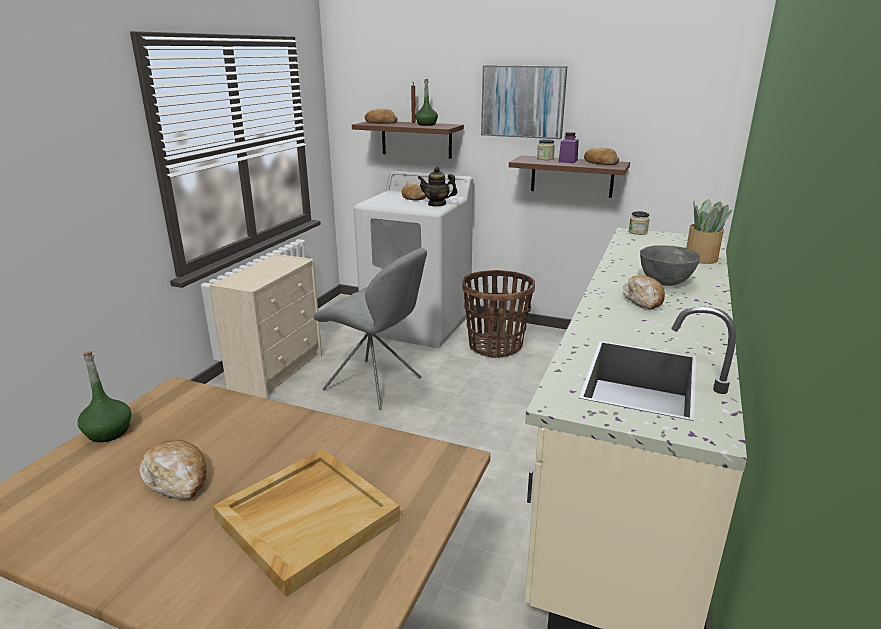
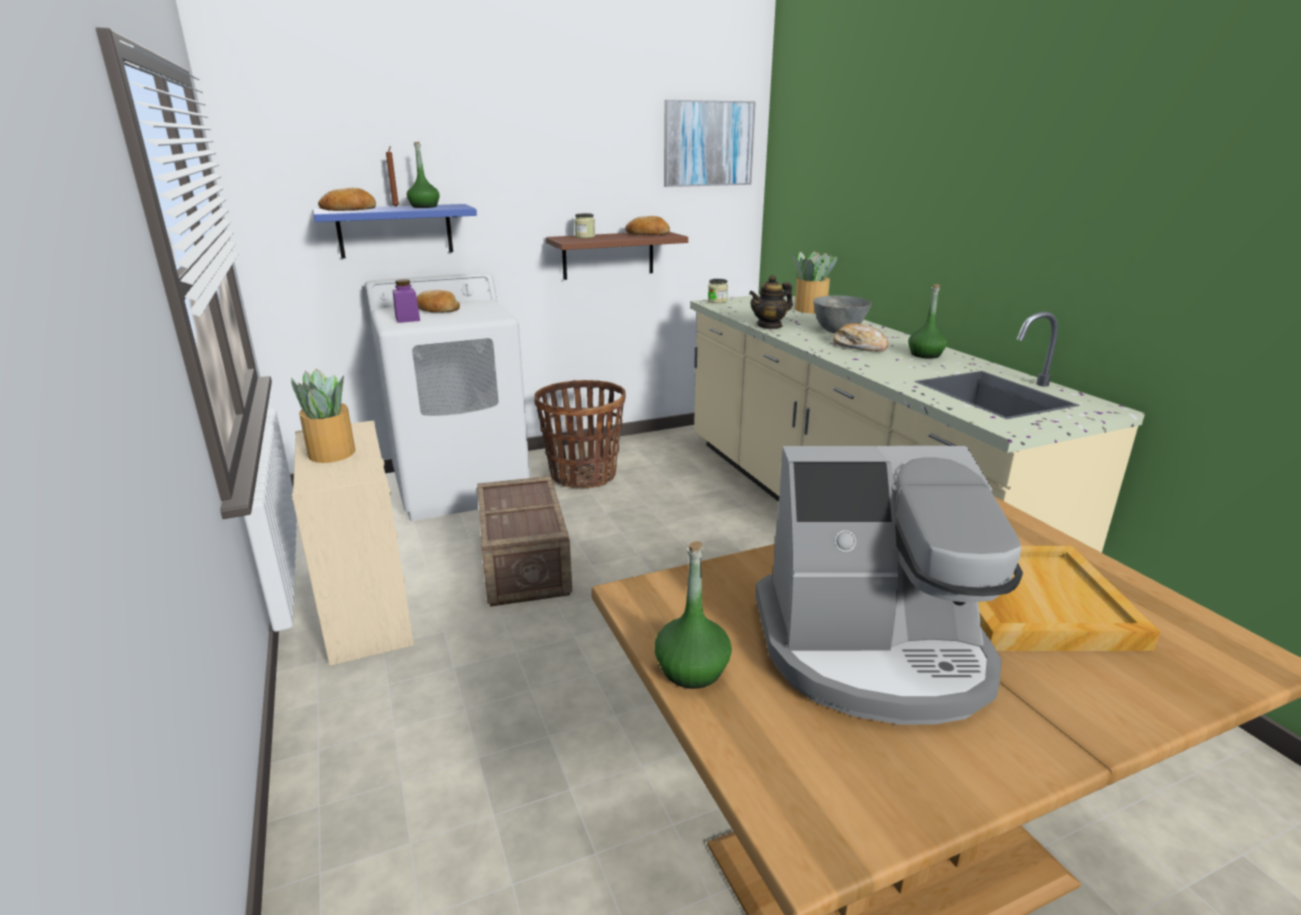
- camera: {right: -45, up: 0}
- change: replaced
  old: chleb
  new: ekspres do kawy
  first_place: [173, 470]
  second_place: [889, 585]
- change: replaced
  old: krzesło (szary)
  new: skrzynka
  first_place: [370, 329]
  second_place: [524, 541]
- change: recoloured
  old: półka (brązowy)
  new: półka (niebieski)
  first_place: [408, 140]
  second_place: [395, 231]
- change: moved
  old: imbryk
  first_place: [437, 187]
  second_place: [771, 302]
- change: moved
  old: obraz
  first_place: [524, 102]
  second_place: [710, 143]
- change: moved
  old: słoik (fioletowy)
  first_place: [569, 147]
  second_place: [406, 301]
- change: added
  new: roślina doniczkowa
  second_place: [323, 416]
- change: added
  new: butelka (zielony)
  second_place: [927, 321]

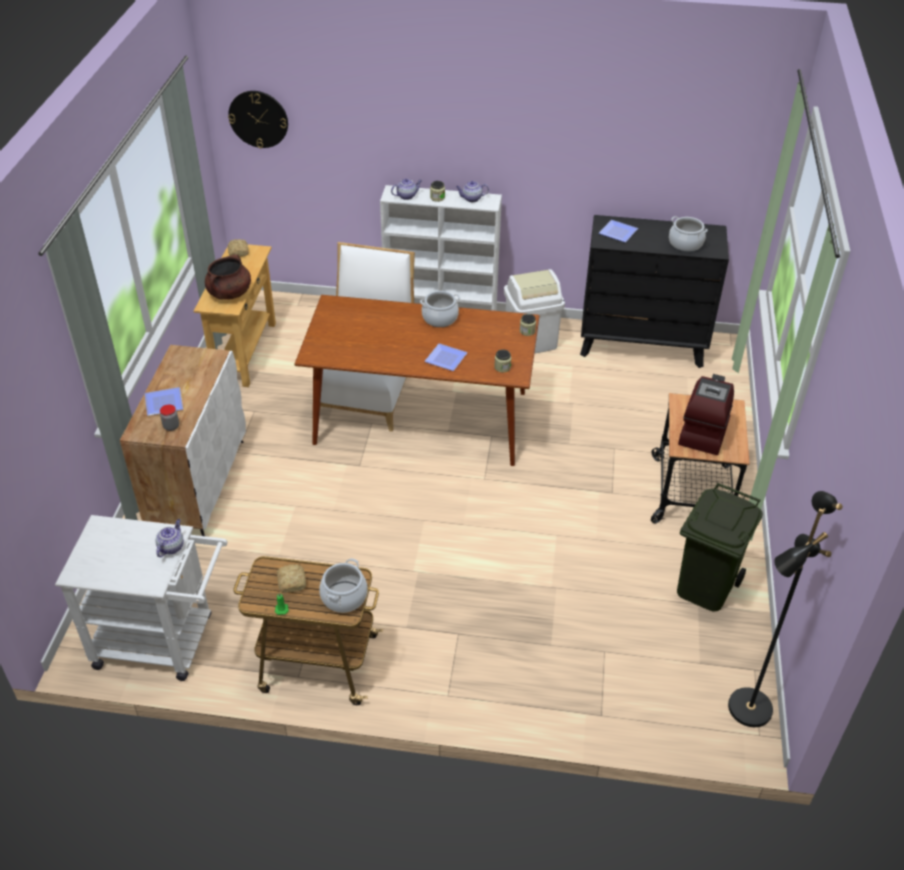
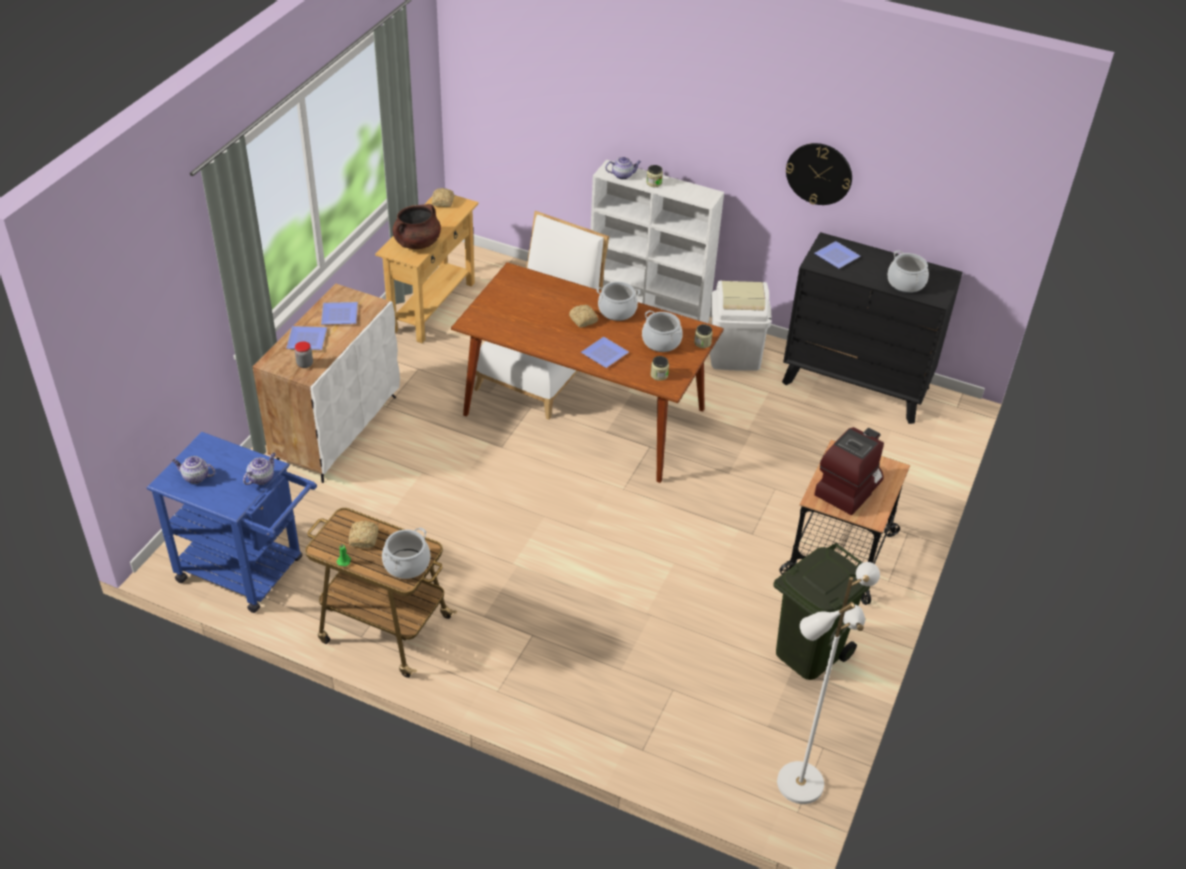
- camera: {right: 15, up: 0}
- change: recoloured
  old: wózek (biały)
  new: wózek (niebieski)
  first_place: [141, 598]
  second_place: [232, 522]
- change: moved
  old: zegar ścienny
  first_place: [258, 119]
  second_place: [819, 174]
- change: moved
  old: imbryk
  first_place: [472, 191]
  second_place: [193, 470]
- change: recoloured
  old: lampa stojąca (czarny)
  new: lampa stojąca (biały)
  first_place: [785, 609]
  second_place: [828, 683]
- change: added
  new: talerz
  second_place: [339, 313]
- change: added
  new: chleb
  second_place: [584, 316]
- change: added
  new: garnek
  second_place: [662, 331]

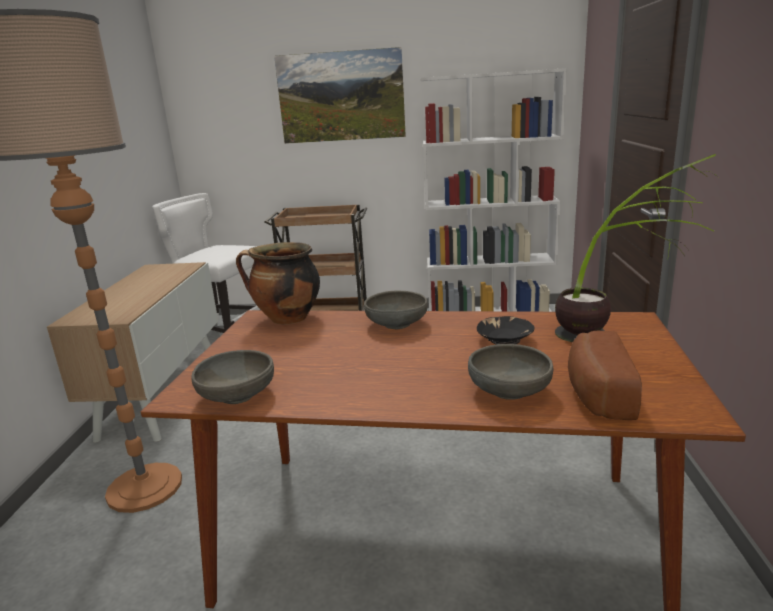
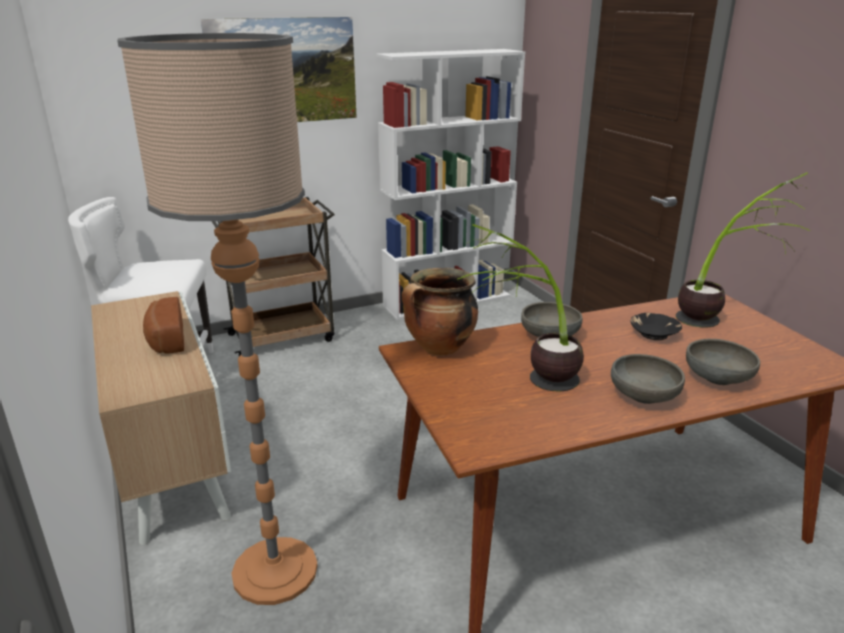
- camera: {right: -30, up: 5}
- change: moved
  old: miska (szary)
  first_place: [232, 377]
  second_place: [648, 379]
- change: moved
  old: chleb
  first_place: [605, 375]
  second_place: [163, 325]
- change: added
  new: roślina doniczkowa
  second_place: [520, 308]

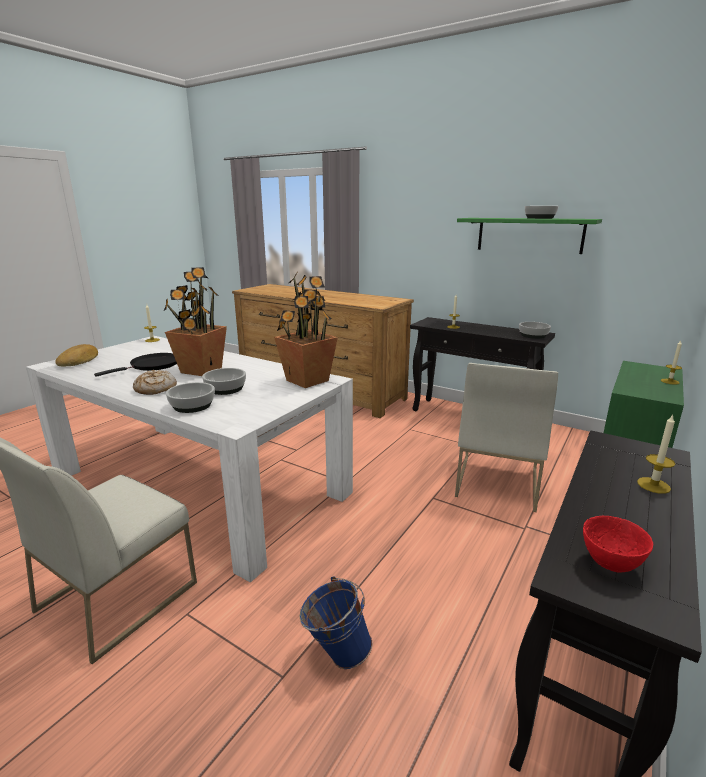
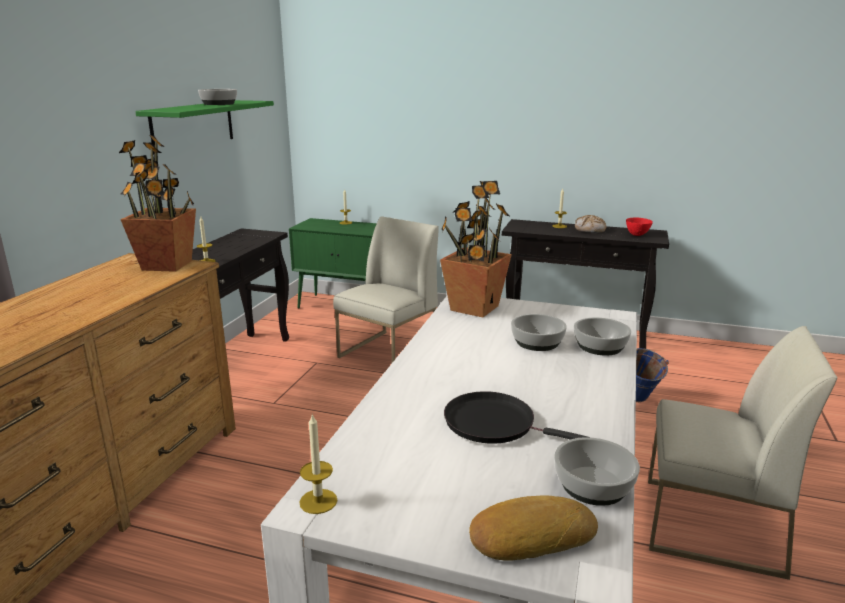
- camera: {right: -105, up: 0}
- change: moved
  old: chleb
  first_place: [155, 382]
  second_place: [590, 224]
- change: moved
  old: roślina doniczkowa
  first_place: [195, 321]
  second_place: [157, 203]
- change: turned
  old: krzesło (biały)
  first_place: [506, 437]
  second_place: [386, 289]
  degrees: -60
- change: moved
  old: miska
  first_place: [535, 330]
  second_place: [597, 471]

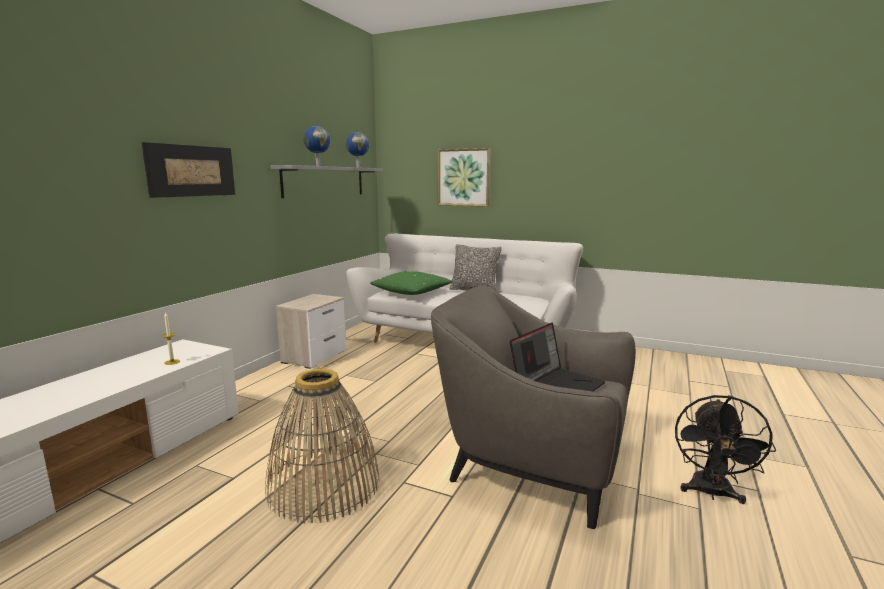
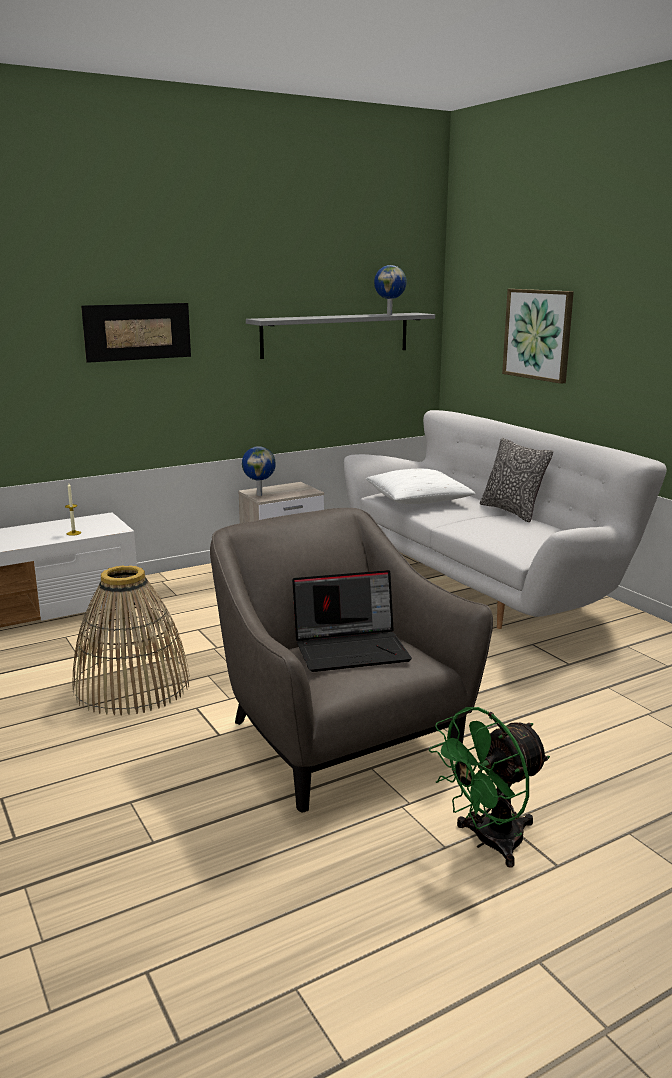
- camera: {right: 35, up: 5}
- change: moved
  old: globus
  first_place: [316, 146]
  second_place: [259, 471]
- change: recoloured
  old: poduszka (zielony)
  new: poduszka (biały)
  first_place: [411, 283]
  second_place: [421, 486]
- change: recoloured
  old: wentylator (czarny)
  new: wentylator (zielony)
  first_place: [726, 449]
  second_place: [489, 787]

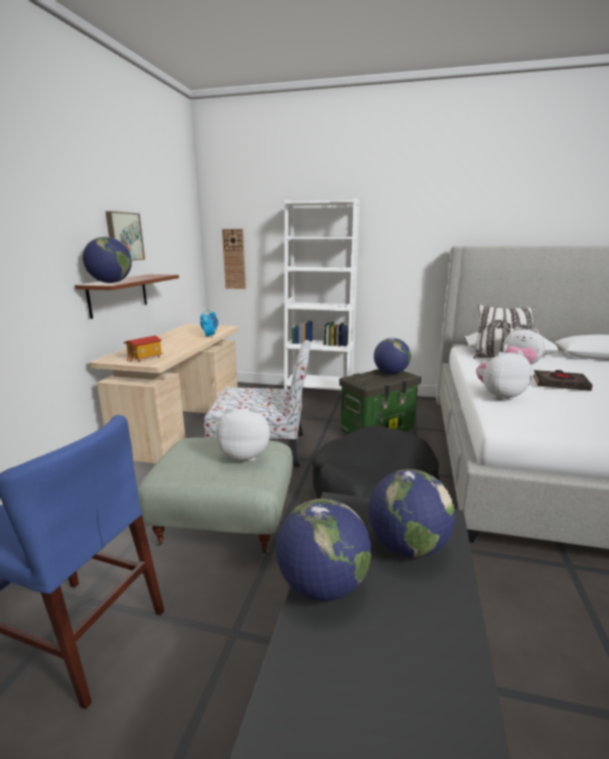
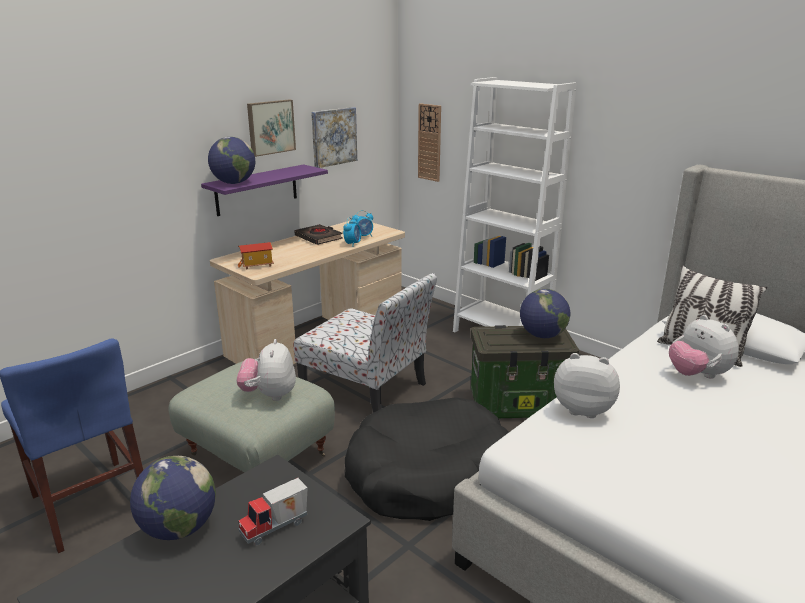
- camera: {right: 30, up: 5}
- change: recoloured
  old: półka (brązowy)
  new: półka (fioletowy)
  first_place: [127, 296]
  second_place: [264, 190]
- change: turned
  old: pluszak
  first_place: [243, 434]
  second_place: [266, 370]
  degrees: -120
- change: replaced
  old: globus
  new: ciężarówka zabawkowa
  first_place: [412, 513]
  second_place: [273, 511]
- change: moved
  old: książka (czarny)
  first_place: [563, 380]
  second_place: [319, 234]
- change: added
  new: obraz
  second_place: [334, 137]

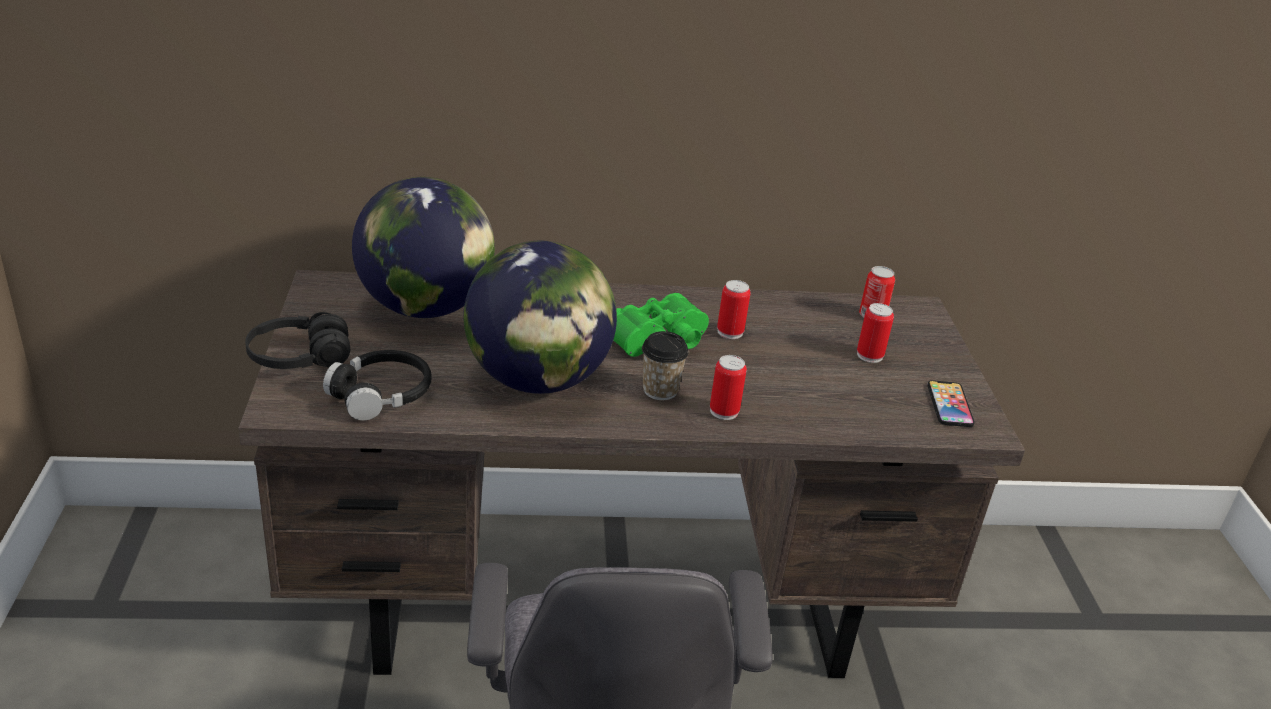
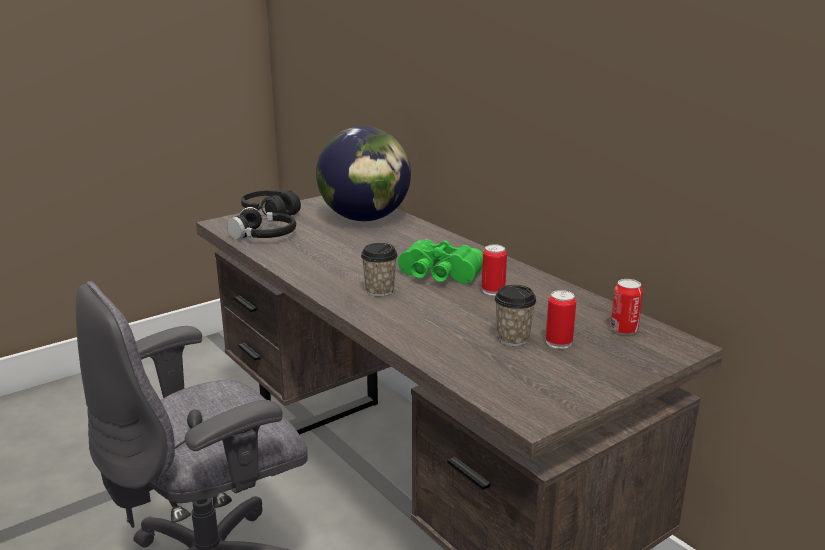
- camera: {right: 60, up: -10}
- change: removed
  old: globus
  first_place: [540, 317]
- change: removed
  old: puszka
  first_place: [728, 387]
- change: removed
  old: telefon
  first_place: [951, 403]
- change: added
  new: filiżanka
  second_place: [515, 315]

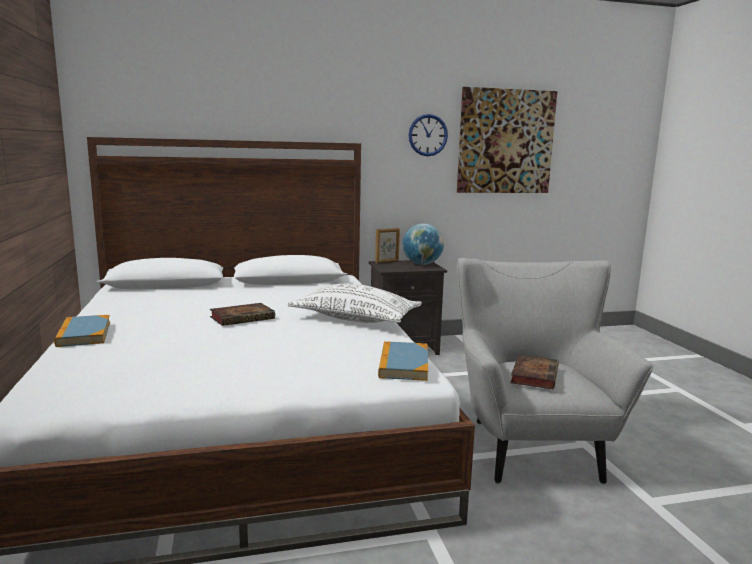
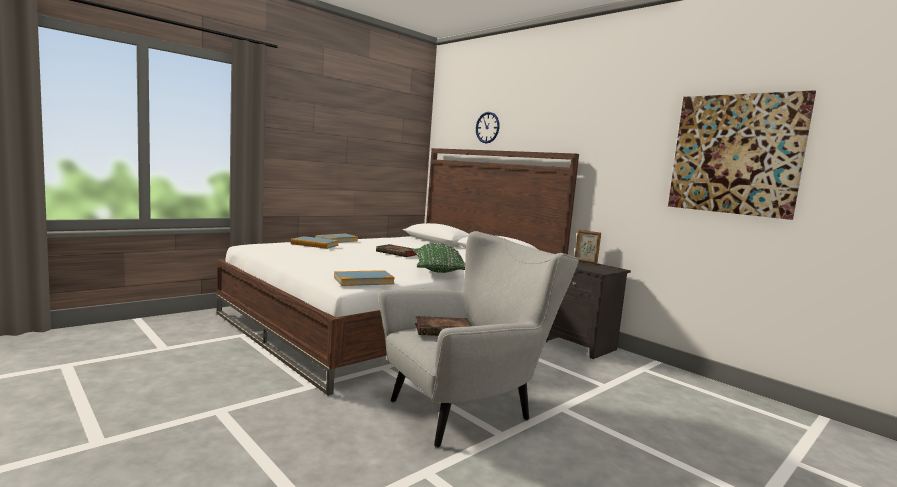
- camera: {right: 60, up: -5}
- change: recoloured
  old: poduszka (biały)
  new: poduszka (zielony)
  first_place: [354, 303]
  second_place: [439, 258]
- change: removed
  old: globus
  first_place: [423, 244]
- change: moved
  old: zegar ścienny
  first_place: [428, 135]
  second_place: [488, 127]
- change: added
  new: książka
  second_place: [315, 242]

